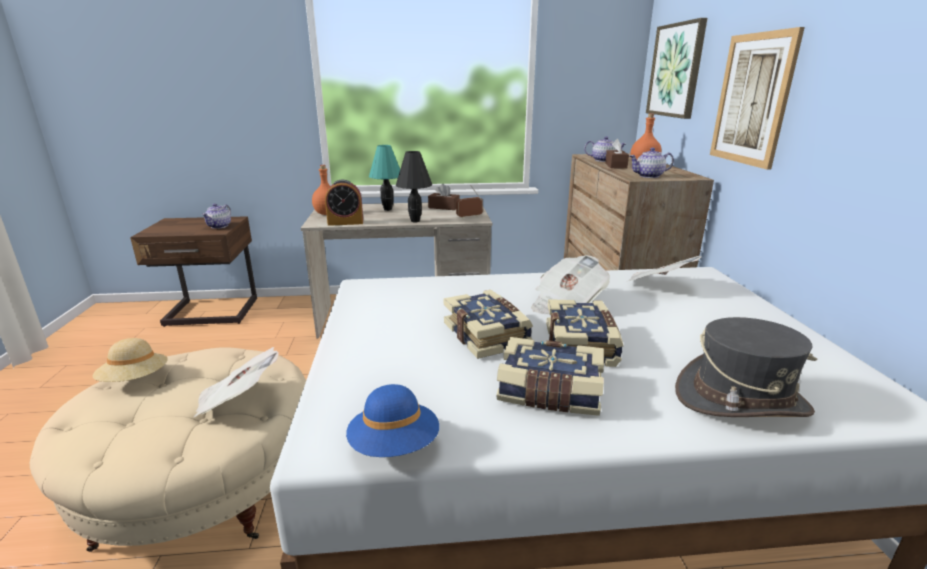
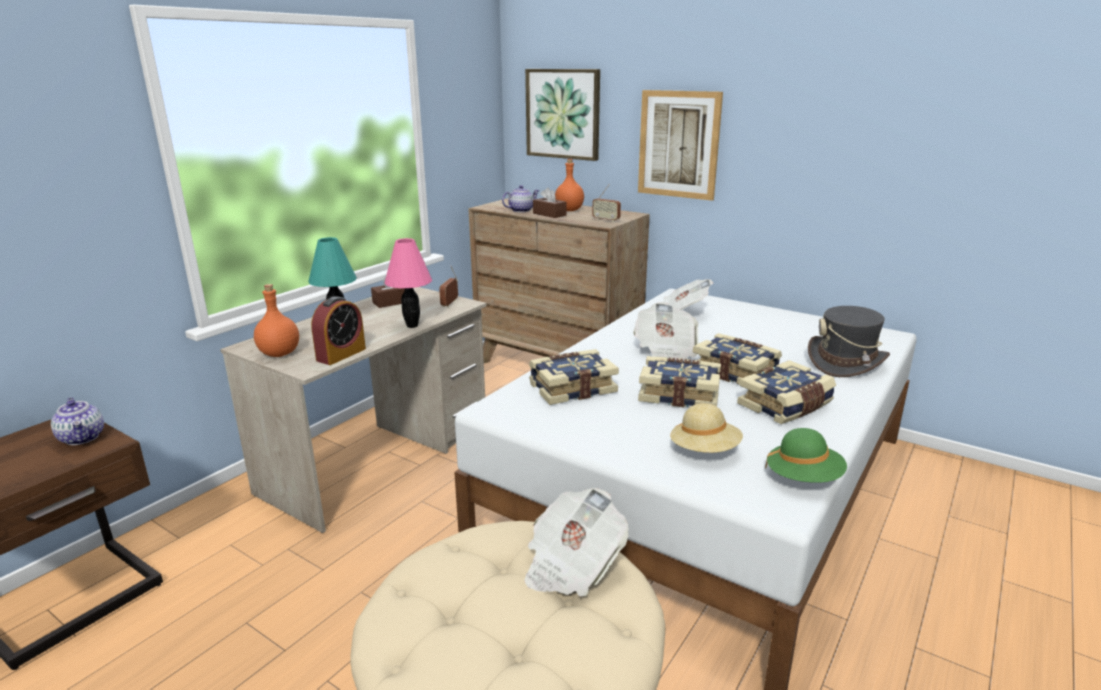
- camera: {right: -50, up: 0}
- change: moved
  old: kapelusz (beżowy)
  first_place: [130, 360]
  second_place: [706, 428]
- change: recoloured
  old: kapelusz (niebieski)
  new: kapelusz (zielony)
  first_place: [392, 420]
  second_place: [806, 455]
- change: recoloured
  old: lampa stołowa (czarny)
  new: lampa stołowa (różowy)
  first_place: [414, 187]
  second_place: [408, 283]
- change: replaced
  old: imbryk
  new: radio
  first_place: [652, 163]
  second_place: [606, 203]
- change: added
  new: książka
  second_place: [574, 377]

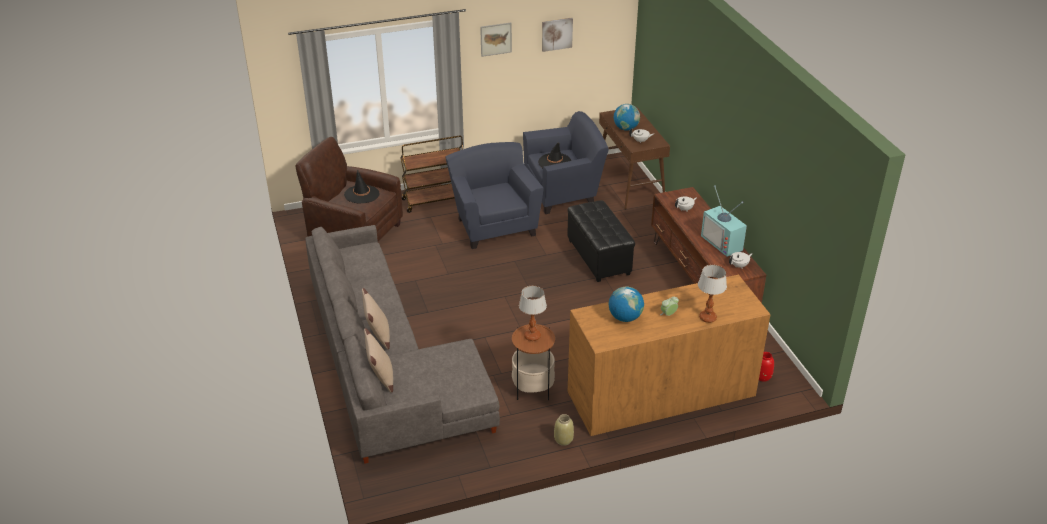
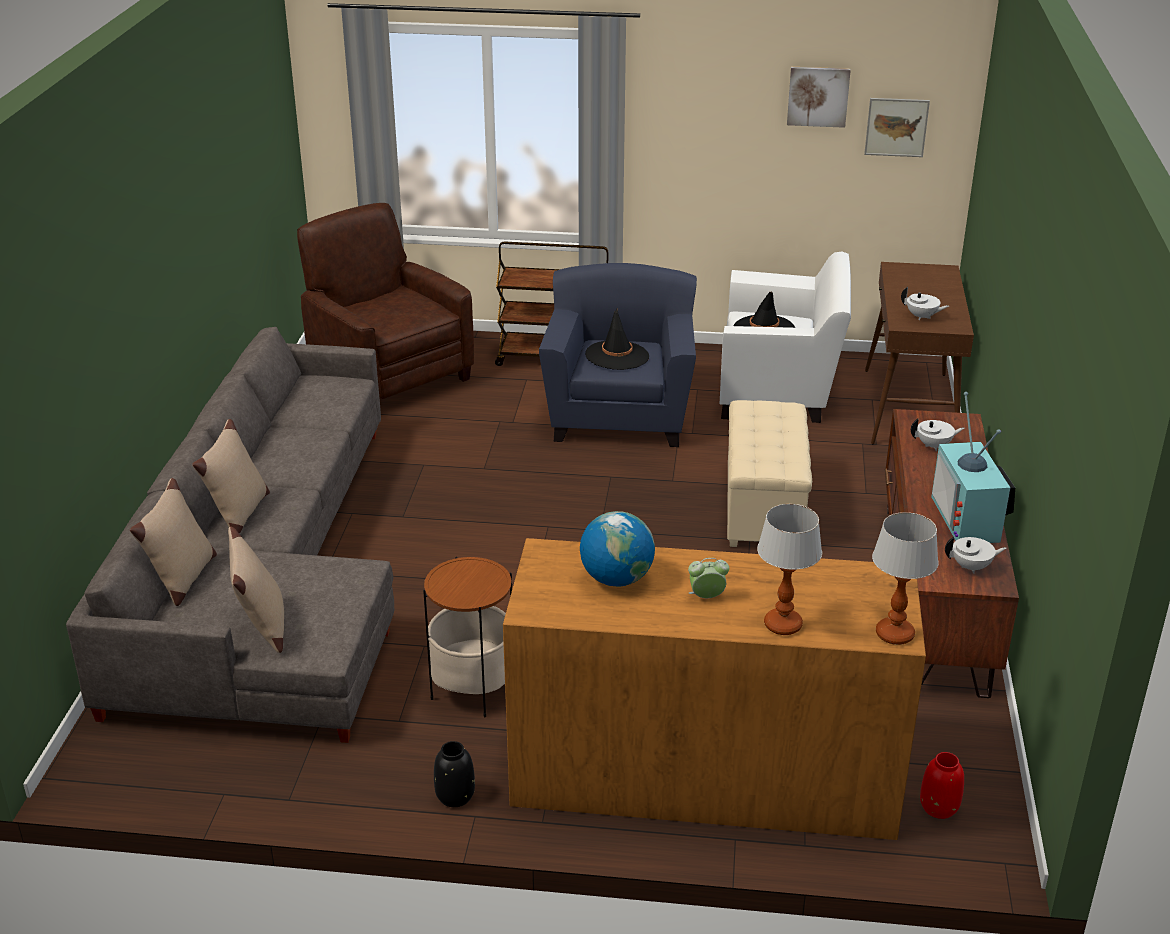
- camera: {right: 25, up: -5}
- change: moved
  old: kapelusz (czarny)
  first_place: [362, 186]
  second_place: [617, 338]
- change: moved
  old: obraz
  first_place: [496, 40]
  second_place: [897, 127]
- change: moved
  old: lampa stołowa
  first_place: [533, 313]
  second_place: [905, 578]
- change: recoloured
  old: fotel (niebieski)
  new: fotel (biały)
  first_place: [566, 162]
  second_place: [785, 337]
- change: recoloured
  old: wazon (beżowy)
  new: wazon (czarny)
  first_place: [564, 430]
  second_place: [454, 774]
- change: recoloured
  old: pufa (czarny)
  new: pufa (beżowy)
  first_place: [601, 241]
  second_place: [769, 473]
- change: removed
  old: globus
  first_place: [627, 117]
- change: added
  new: poduszka (beżowy)
  second_place: [256, 589]

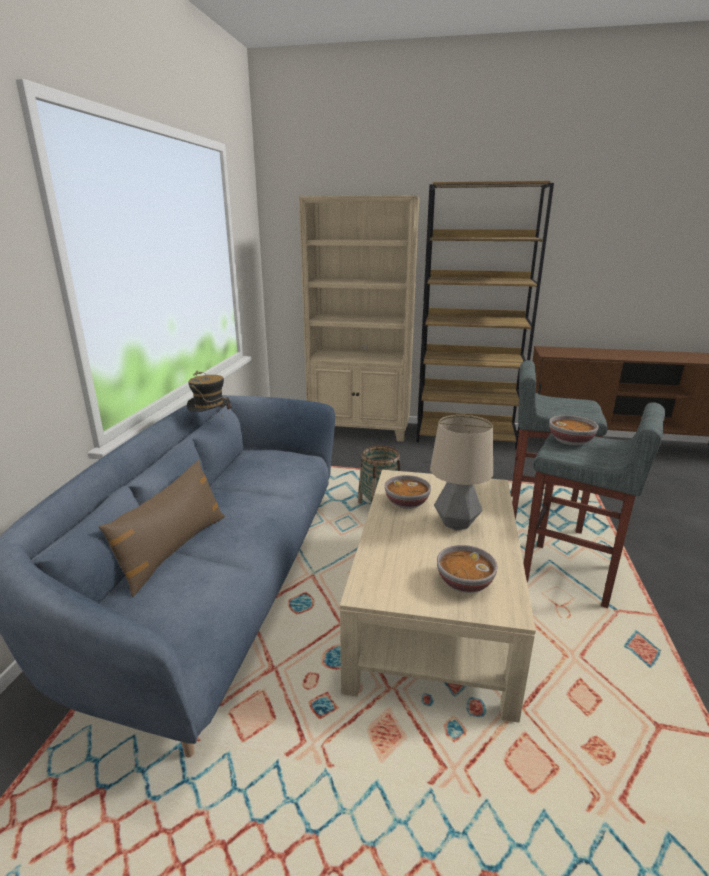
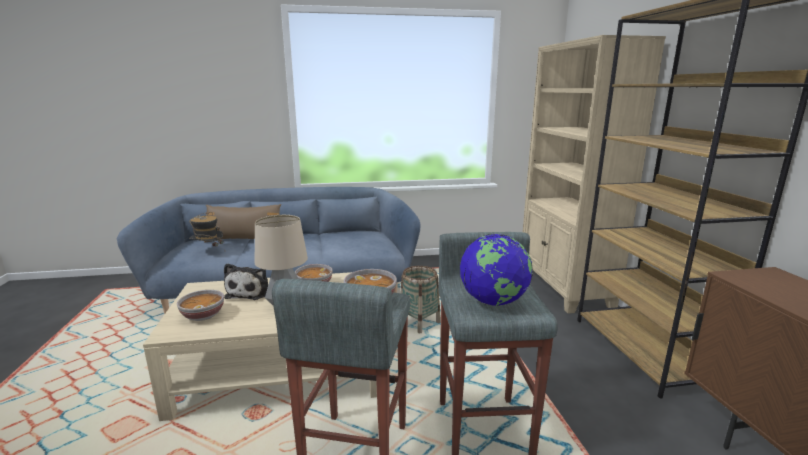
- camera: {right: 70, up: -5}
- change: moved
  old: kapelusz
  first_place: [209, 391]
  second_place: [206, 229]
- change: added
  new: pluszak
  second_place: [246, 281]
- change: added
  new: globus
  second_place: [496, 270]

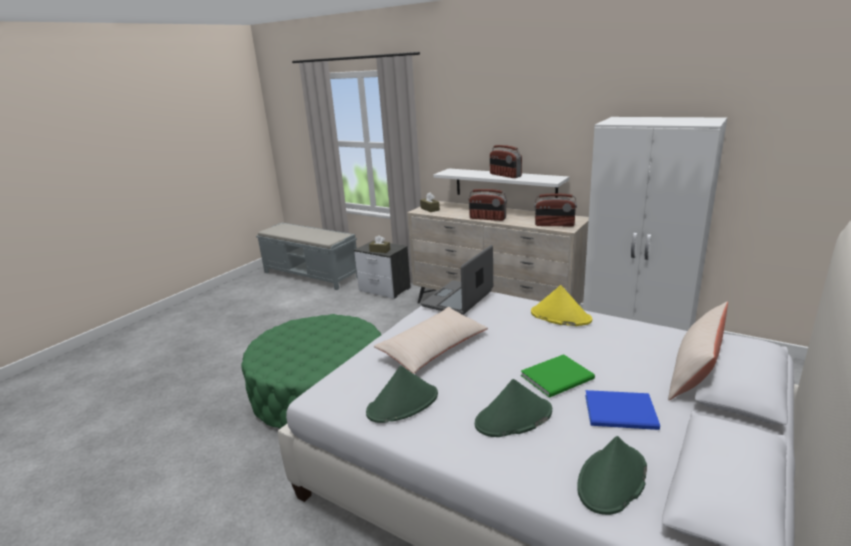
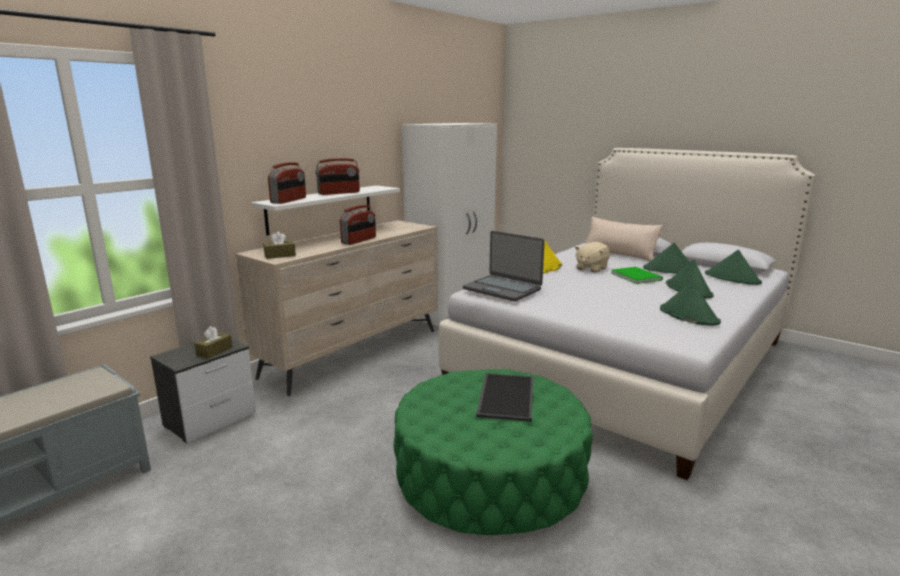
- camera: {right: -85, up: -5}
- change: removed
  old: poduszka (beżowy)
  first_place: [431, 340]
- change: moved
  old: radio
  first_place: [555, 210]
  second_place: [287, 183]
- change: replaced
  old: książka (niebieski)
  new: kapelusz (zielony)
  first_place: [622, 410]
  second_place: [666, 258]
- change: added
  new: taca
  second_place: [505, 397]
- change: added
  new: pluszak (beżowy)
  second_place: [592, 257]

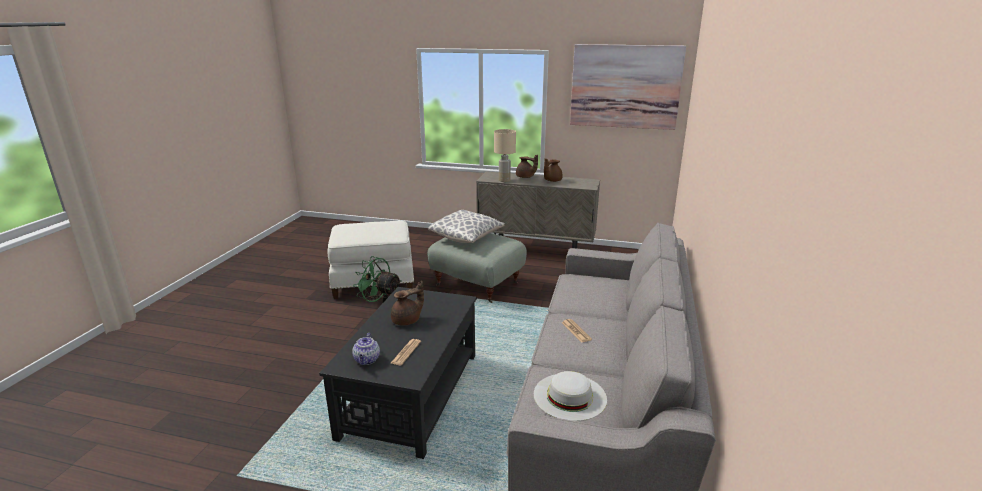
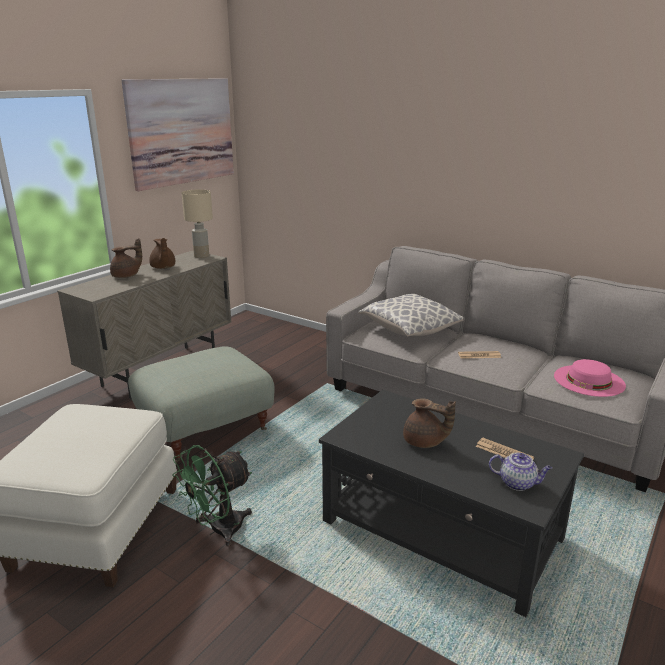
- camera: {right: -70, up: 0}
- change: turned
  old: imbryk (brązowy)
  first_place: [407, 303]
  second_place: [429, 423]
  degrees: 135
- change: moved
  old: poduszka
  first_place: [467, 226]
  second_place: [411, 315]
- change: moved
  old: lampa stołowa (beżowy)
  first_place: [505, 155]
  second_place: [197, 224]
- change: recoloured
  old: kapelusz (biały)
  new: kapelusz (różowy)
  first_place: [570, 396]
  second_place: [590, 378]

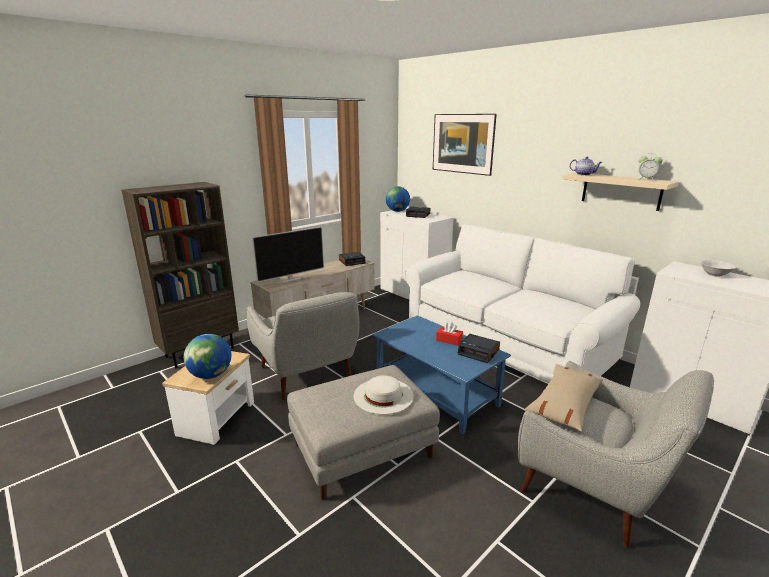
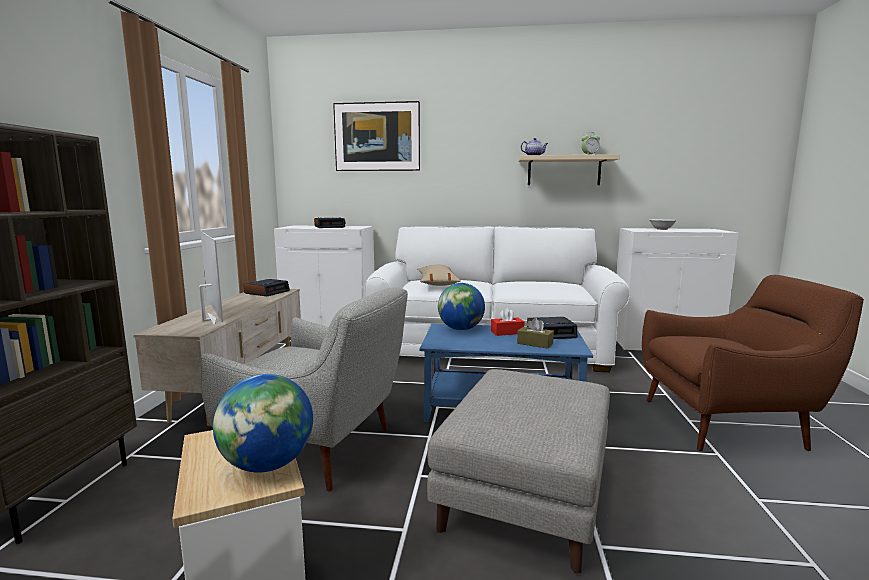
- camera: {right: -40, up: -10}
- change: turned
  old: telewizor
  first_place: [288, 255]
  second_place: [211, 279]
  degrees: -45
- change: removed
  old: kapelusz (biały)
  first_place: [383, 394]
- change: moved
  old: globus
  first_place: [398, 199]
  second_place: [461, 306]
- change: recoloured
  old: fotel (szary)
  new: fotel (brązowy)
  first_place: [616, 454]
  second_place: [753, 363]
- change: moved
  old: poduszka (beżowy)
  first_place: [563, 397]
  second_place: [439, 275]
- change: added
  new: pudełko chusteczek (brązowy)
  second_place: [535, 333]

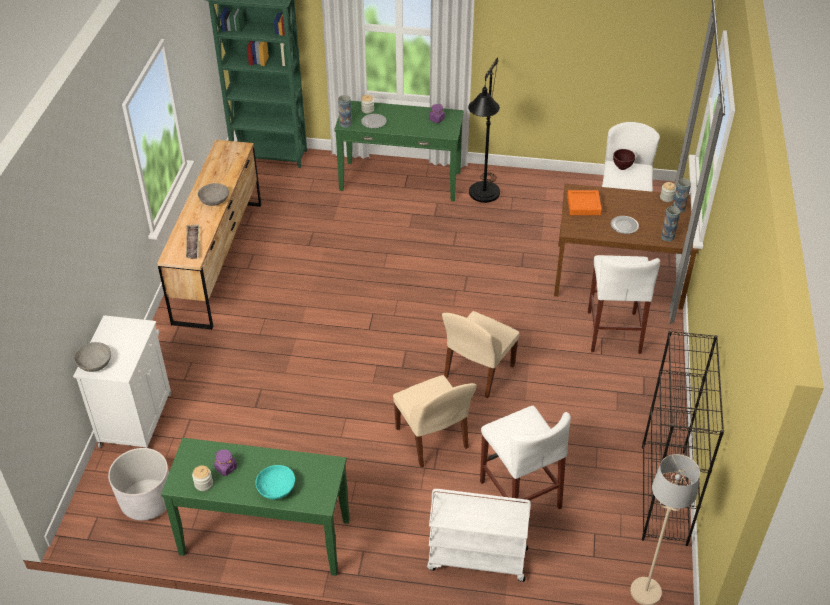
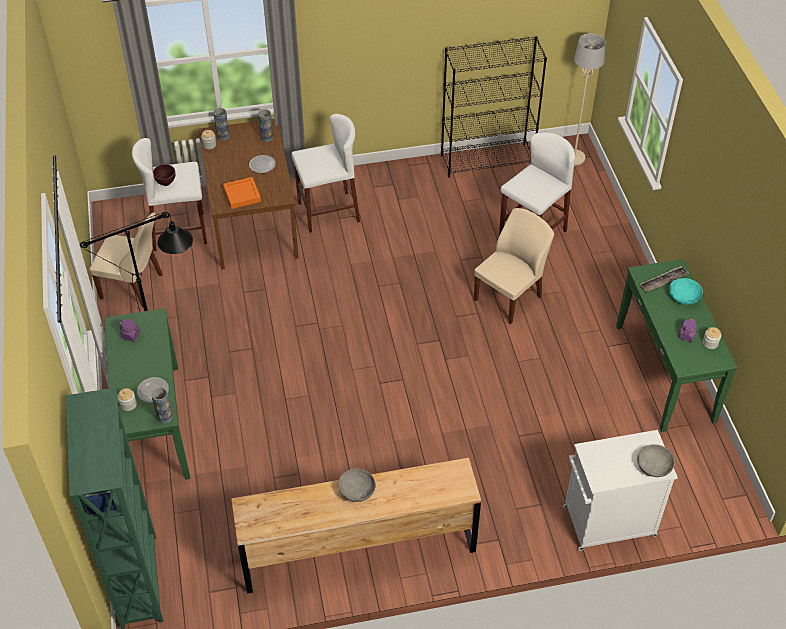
- camera: {right: -110, up: 5}
- change: removed
  old: donica (biały)
  first_place: [138, 484]
- change: moved
  old: taca
  first_place: [192, 242]
  second_place: [664, 279]
- change: removed
  old: wózek (biały)
  first_place: [479, 535]
- change: moved
  old: krzesło (beżowy)
  first_place: [480, 355]
  second_place: [126, 259]

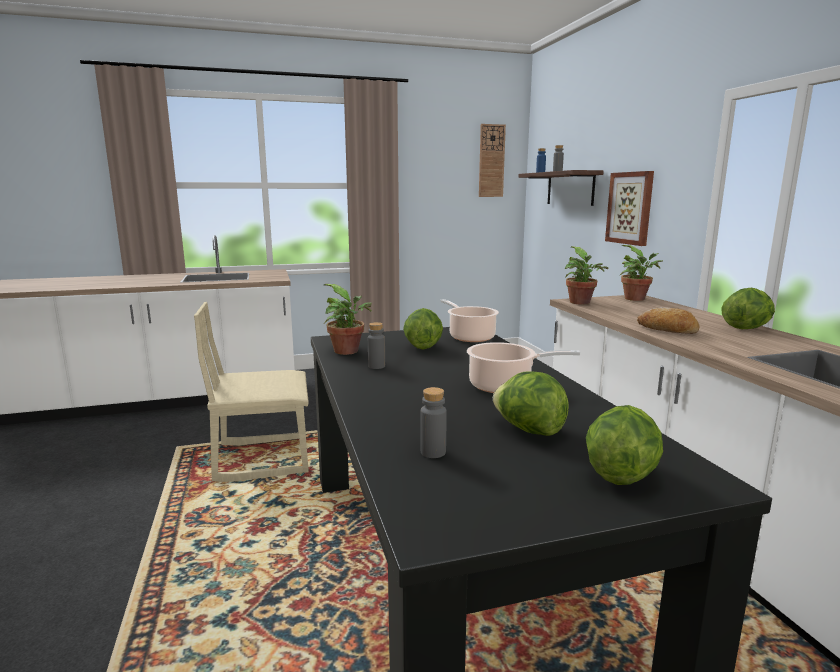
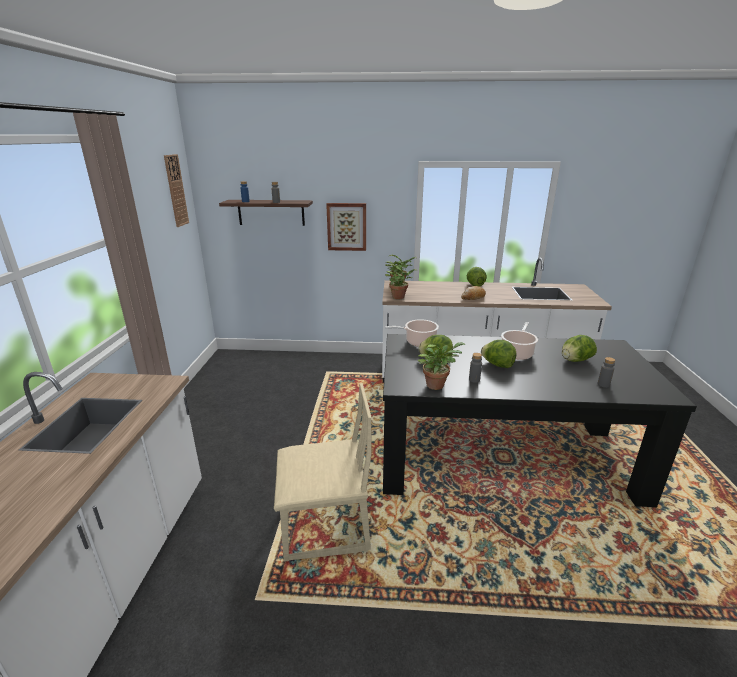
- camera: {right: -70, up: 10}
- change: turned
  old: krzesło (beżowy)
  first_place: [251, 392]
  second_place: [323, 472]
  degrees: -105
- change: moved
  old: sałata
  first_place: [624, 445]
  second_place: [499, 354]

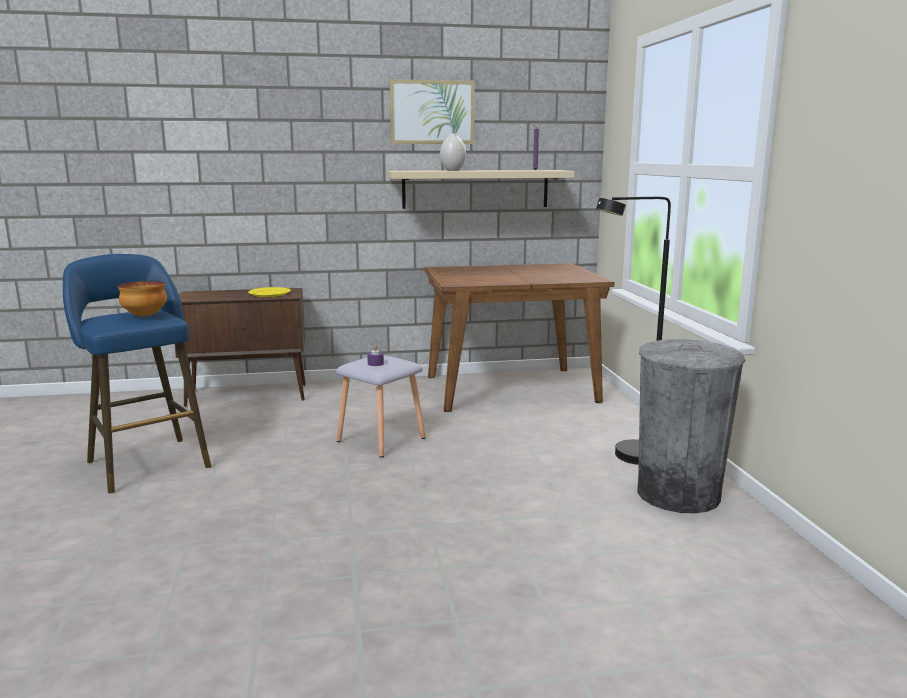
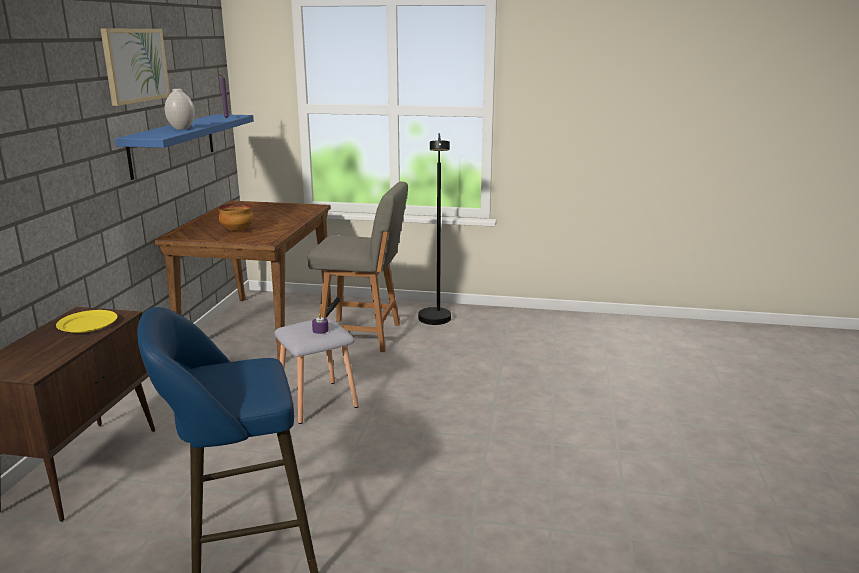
- camera: {right: -70, up: 5}
- change: moved
  old: miska
  first_place: [142, 298]
  second_place: [236, 217]
- change: recoloured
  old: półka (beżowy)
  new: półka (niebieski)
  first_place: [481, 189]
  second_place: [184, 147]
- change: removed
  old: kosz na śmieci (szary)
  first_place: [691, 426]
- change: added
  new: krzesło (szary)
  second_place: [358, 267]

